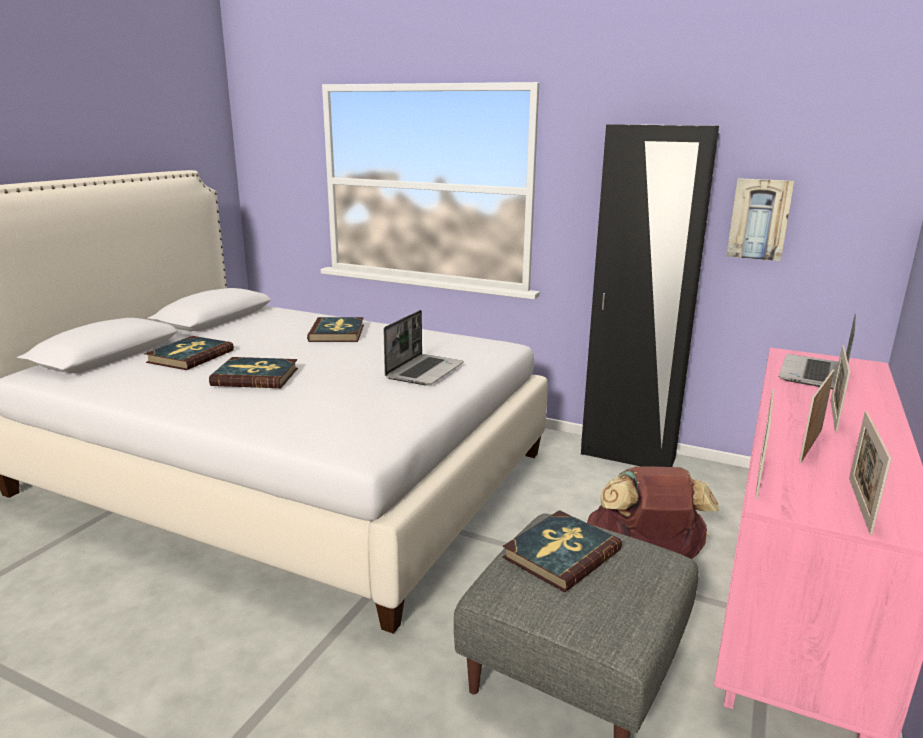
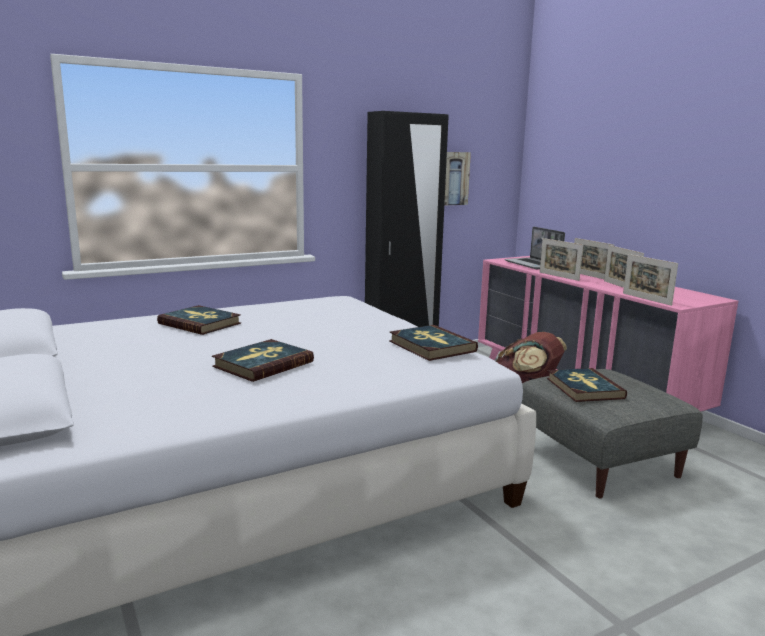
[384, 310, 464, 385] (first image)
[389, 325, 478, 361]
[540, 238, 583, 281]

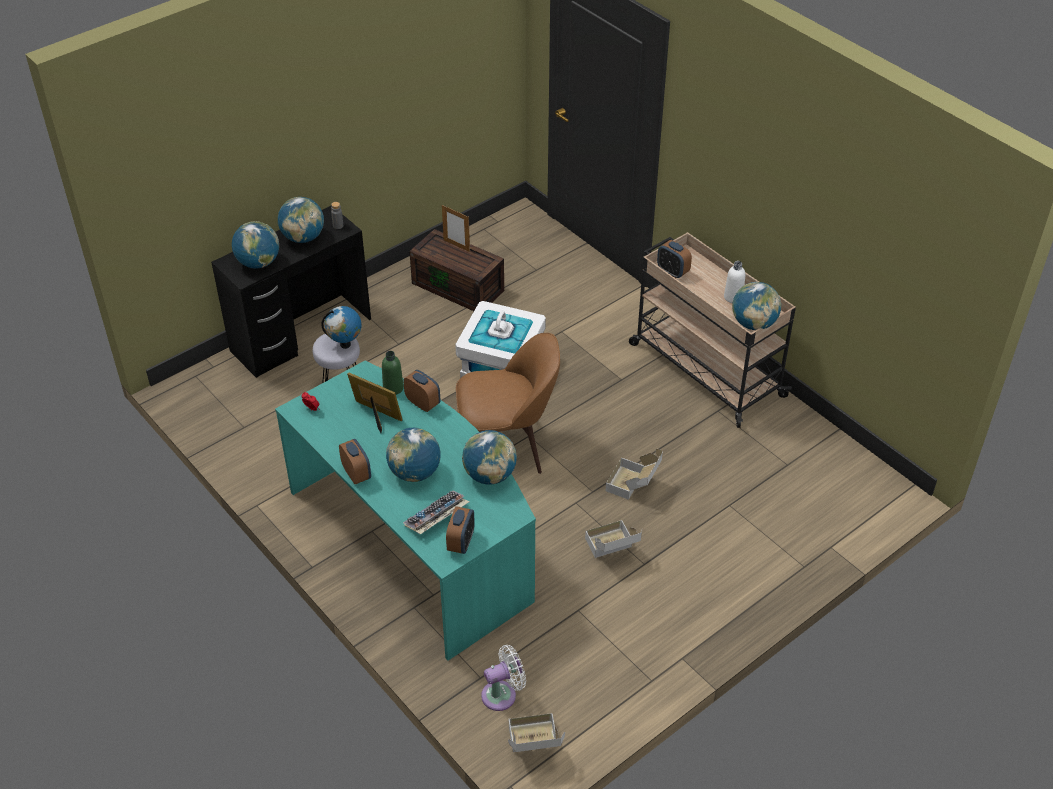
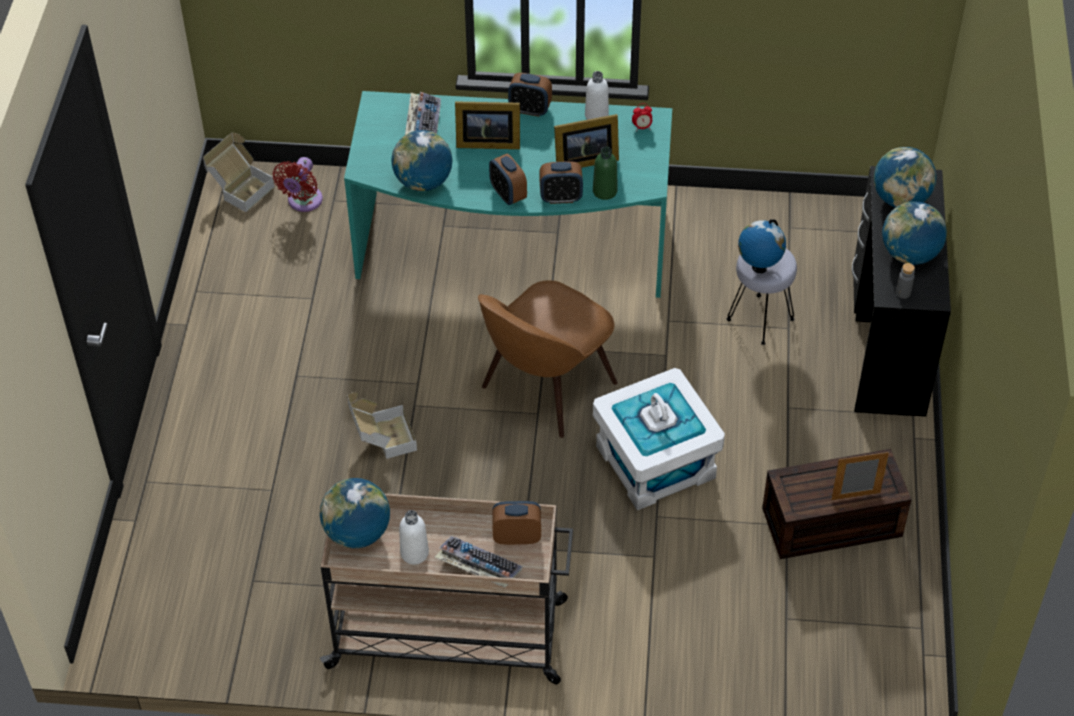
[585, 520, 642, 558] (first image)
[435, 536, 523, 587]
[585, 71, 609, 120]
[489, 154, 527, 205]
[455, 101, 520, 149]
[273, 157, 323, 212]

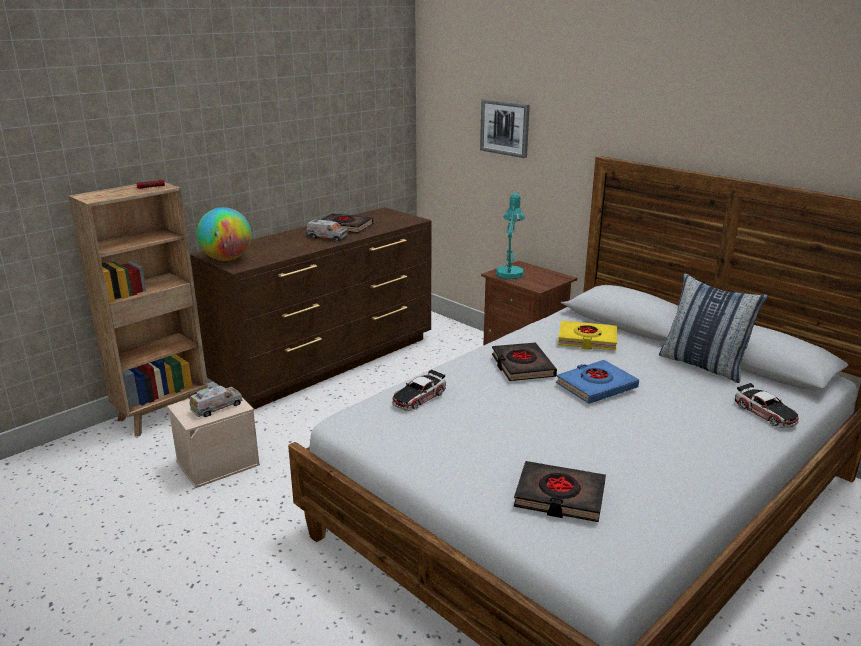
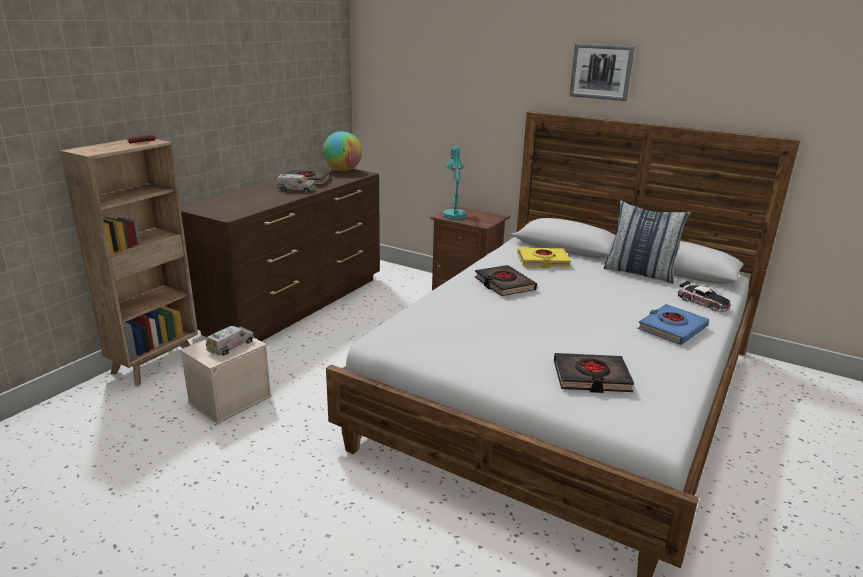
[392, 369, 446, 411] (first image)
[323, 131, 362, 171]
[569, 44, 634, 101]
[637, 304, 709, 345]

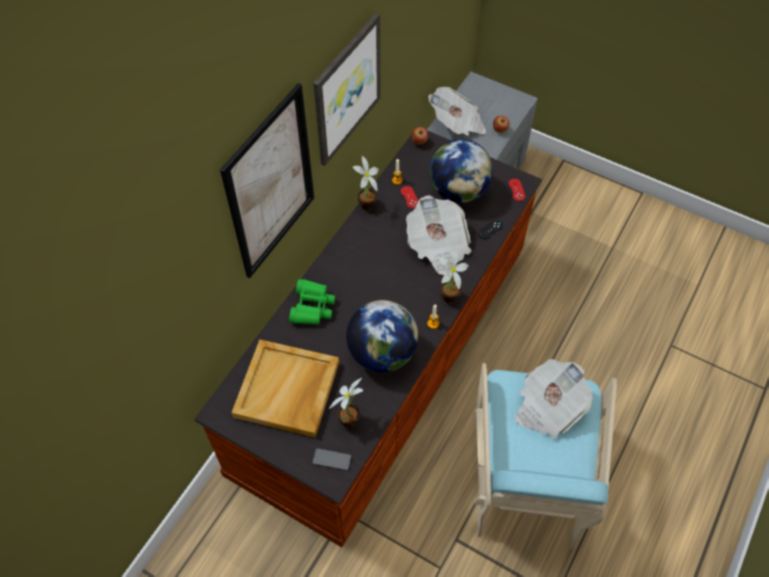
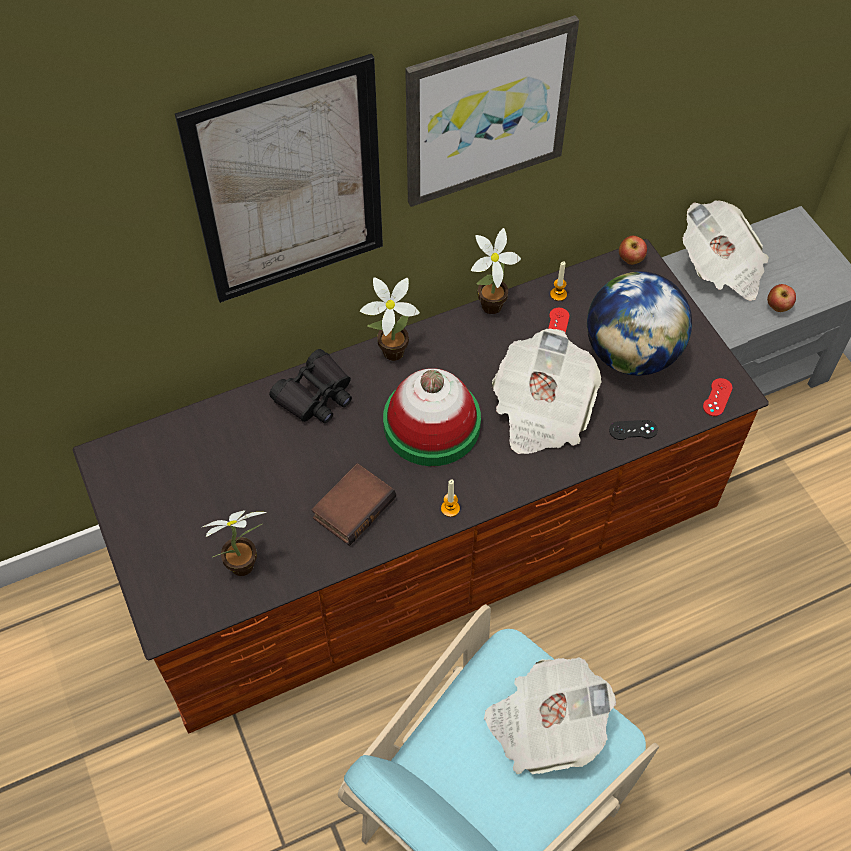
[231, 339, 339, 437] (first image)
[312, 448, 352, 471] (first image)
[383, 368, 481, 466]
[360, 278, 420, 361]
[312, 463, 396, 546]
[269, 349, 352, 423]

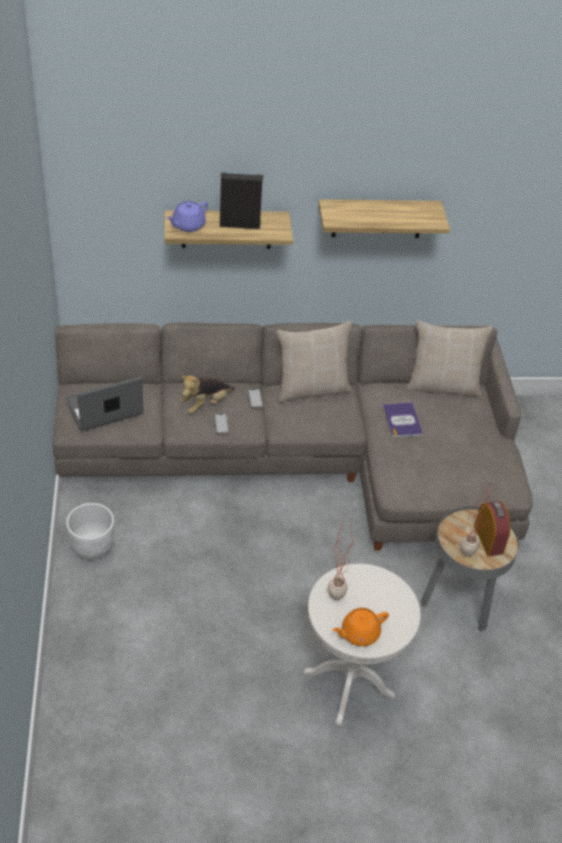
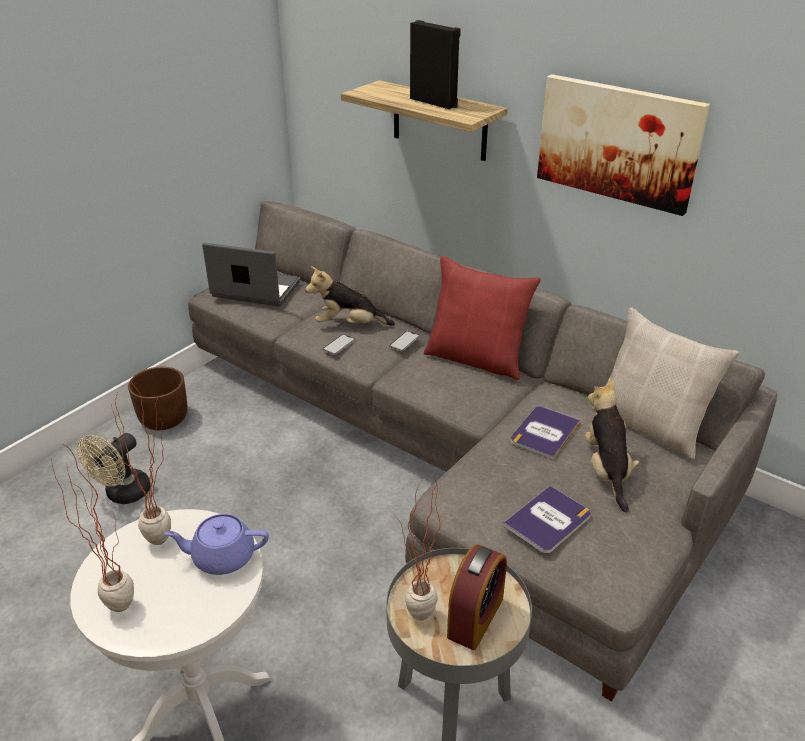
[77, 433, 150, 504]
[503, 486, 591, 554]
[585, 378, 639, 512]
[164, 514, 269, 575]
[537, 74, 710, 216]
[52, 444, 134, 612]
[128, 367, 187, 430]
[424, 256, 541, 380]

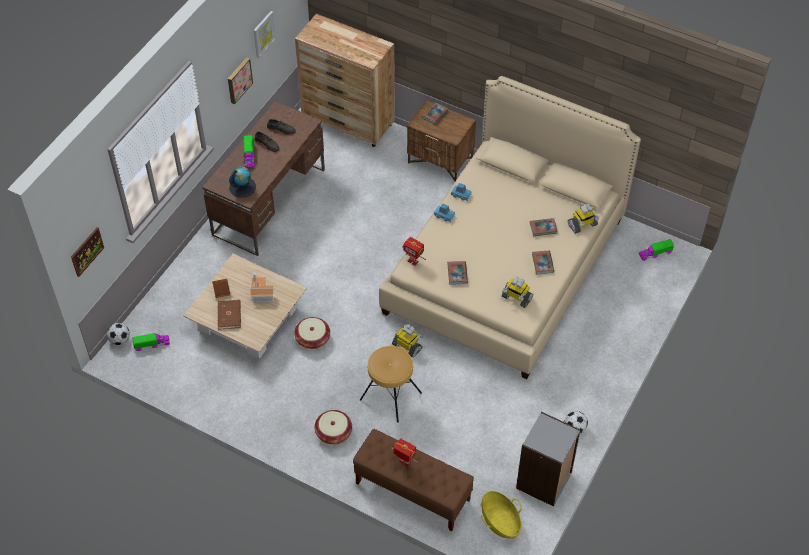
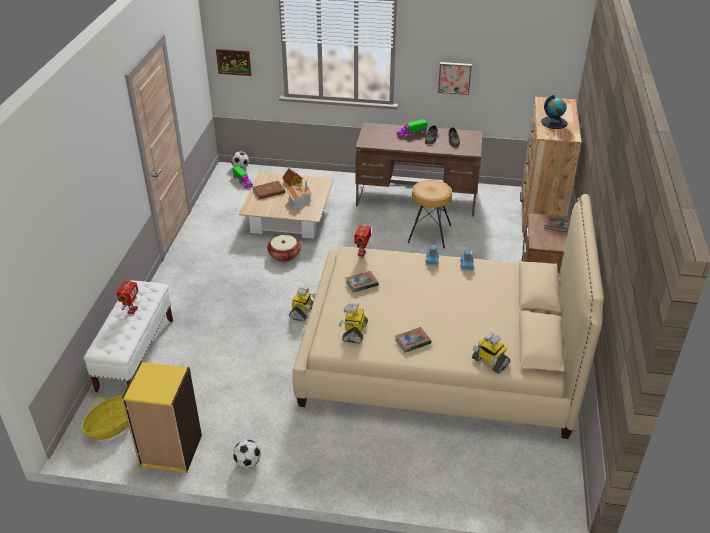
[254, 11, 276, 58] (first image)
[315, 410, 352, 444] (first image)
[530, 218, 558, 236] (first image)
[639, 239, 674, 261] (first image)
[541, 95, 568, 129]
[407, 180, 452, 249]
[83, 281, 173, 392]
[121, 362, 202, 473]

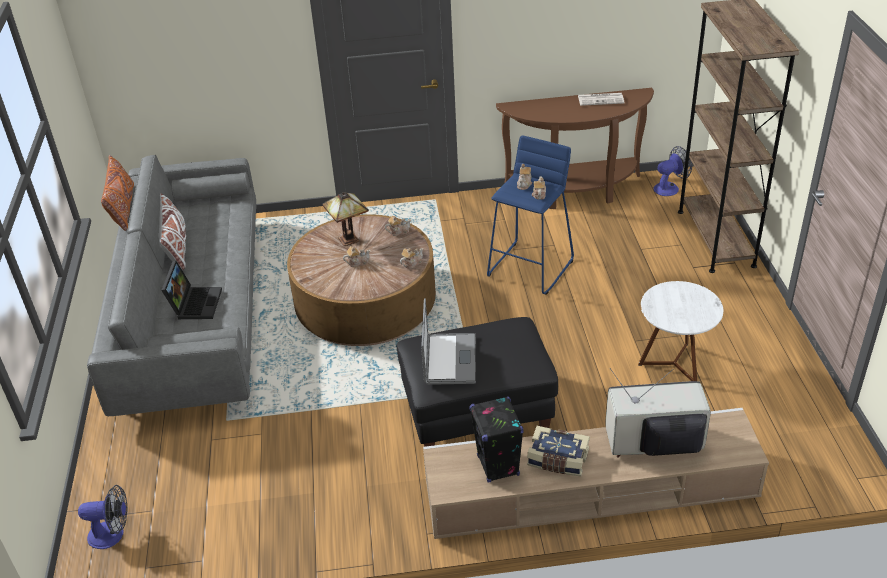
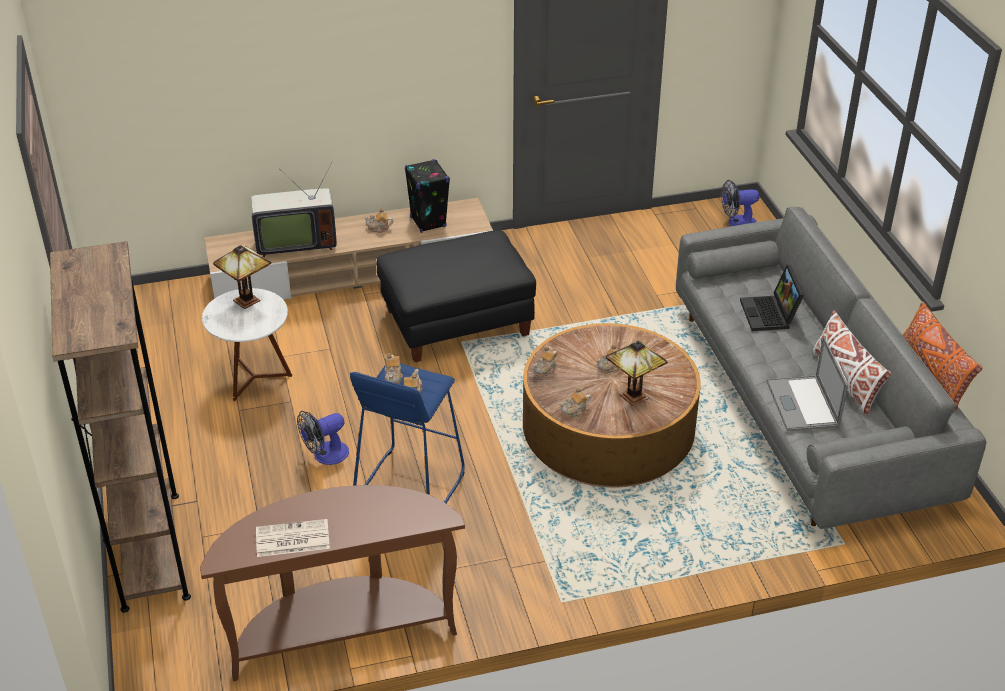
[213, 245, 271, 309]
[767, 337, 848, 431]
[297, 411, 349, 465]
[364, 208, 393, 233]

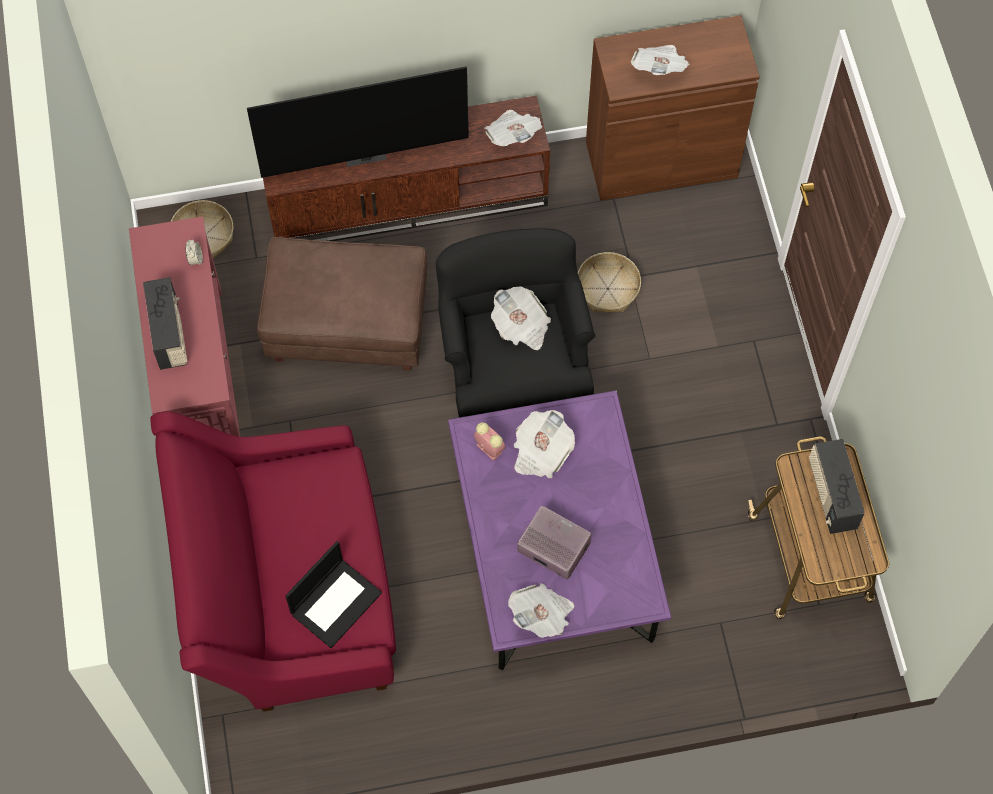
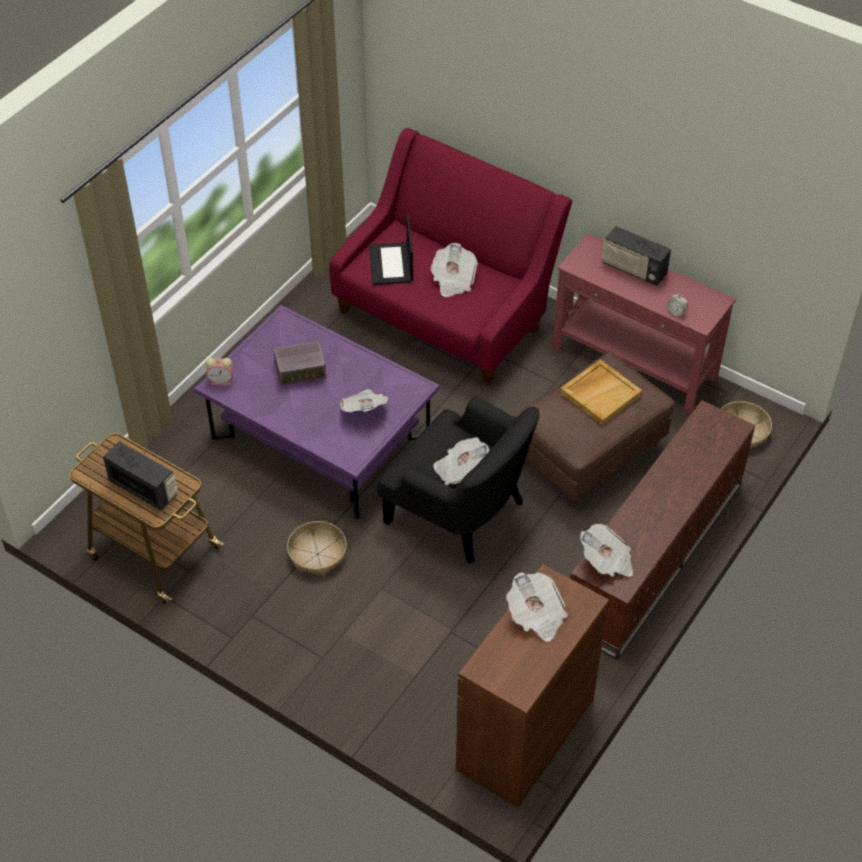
[247, 66, 469, 178] (first image)
[560, 360, 642, 425]
[206, 358, 233, 385]
[430, 243, 478, 297]
[287, 521, 347, 576]

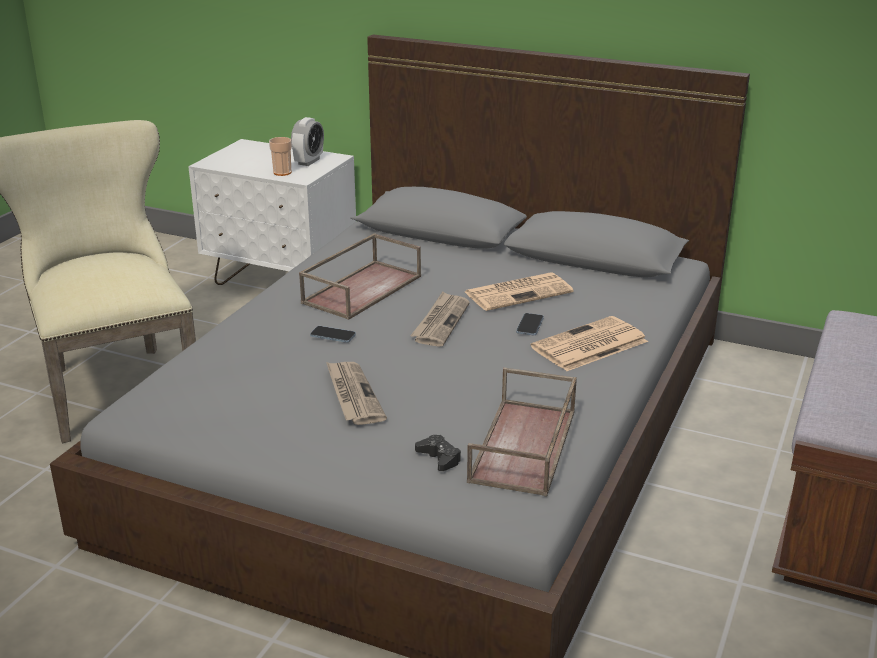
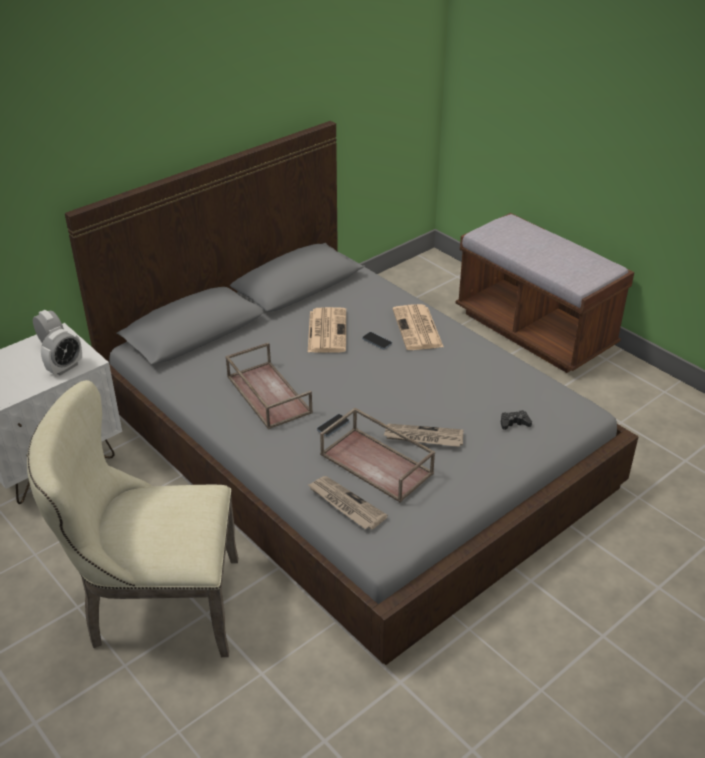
[307, 476, 388, 530]
[320, 407, 435, 503]
[41, 329, 82, 375]

